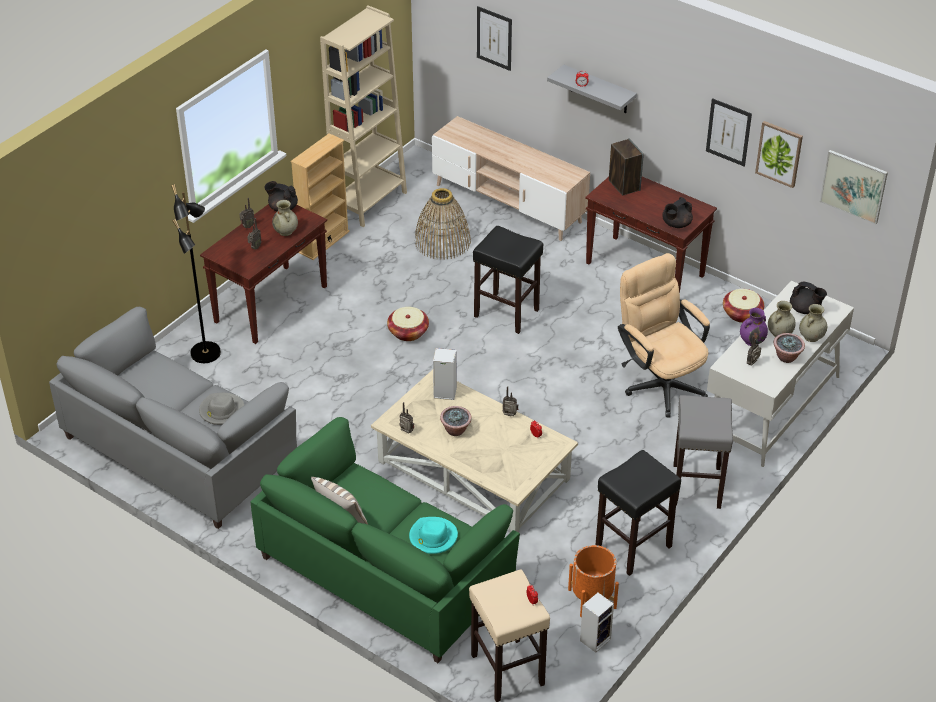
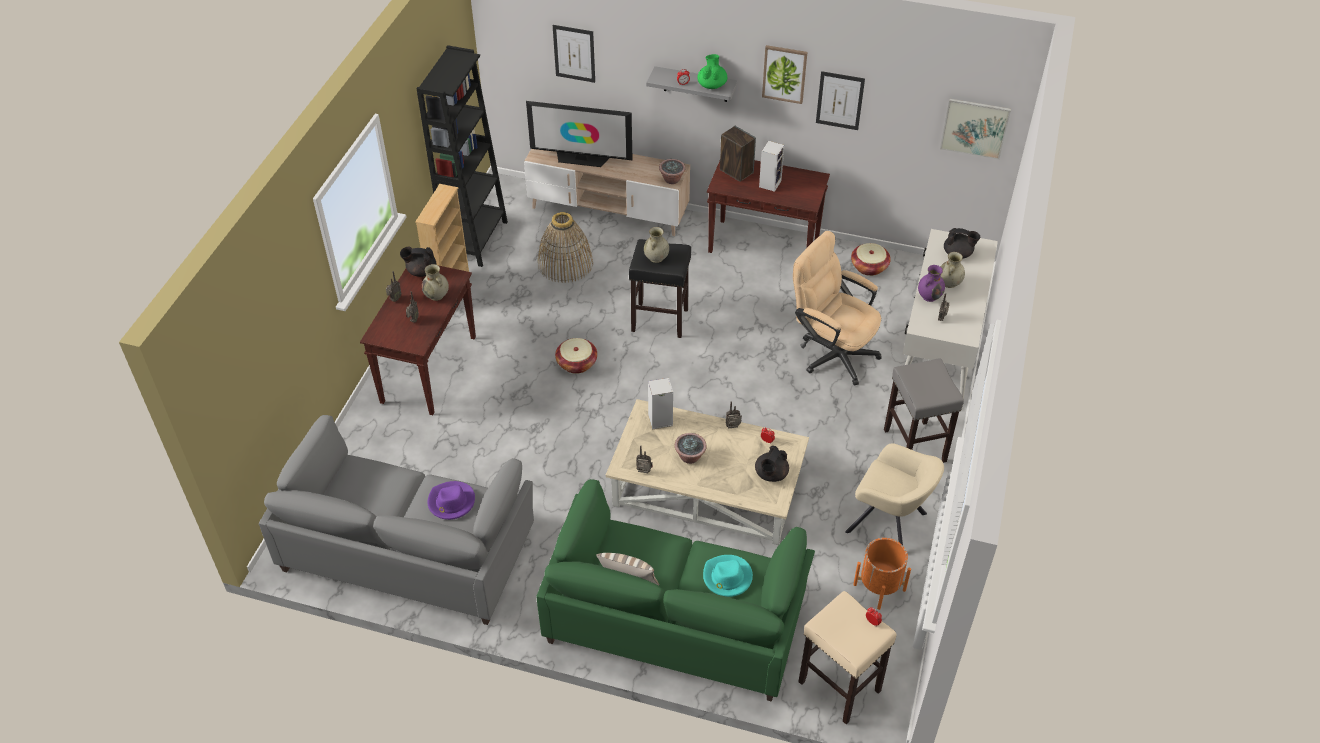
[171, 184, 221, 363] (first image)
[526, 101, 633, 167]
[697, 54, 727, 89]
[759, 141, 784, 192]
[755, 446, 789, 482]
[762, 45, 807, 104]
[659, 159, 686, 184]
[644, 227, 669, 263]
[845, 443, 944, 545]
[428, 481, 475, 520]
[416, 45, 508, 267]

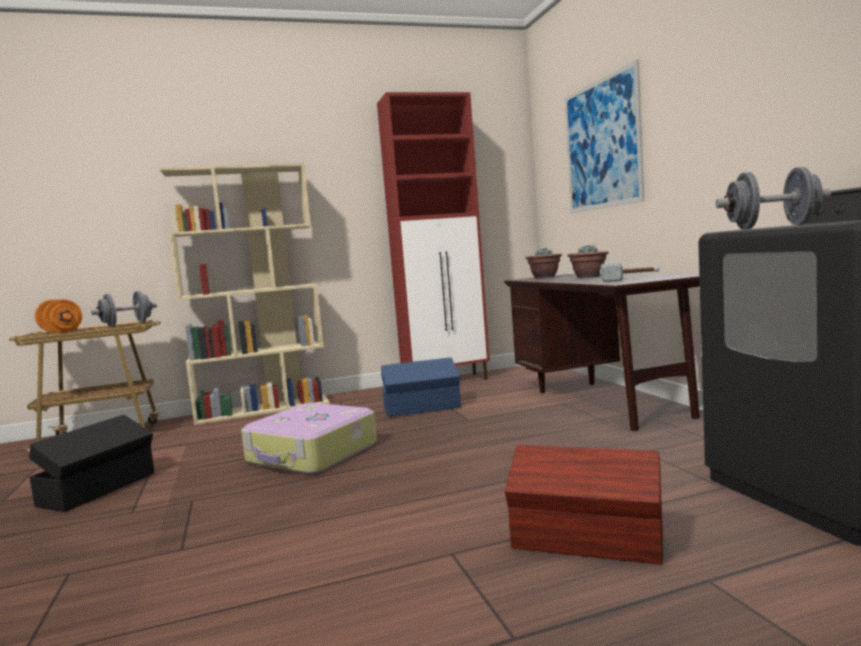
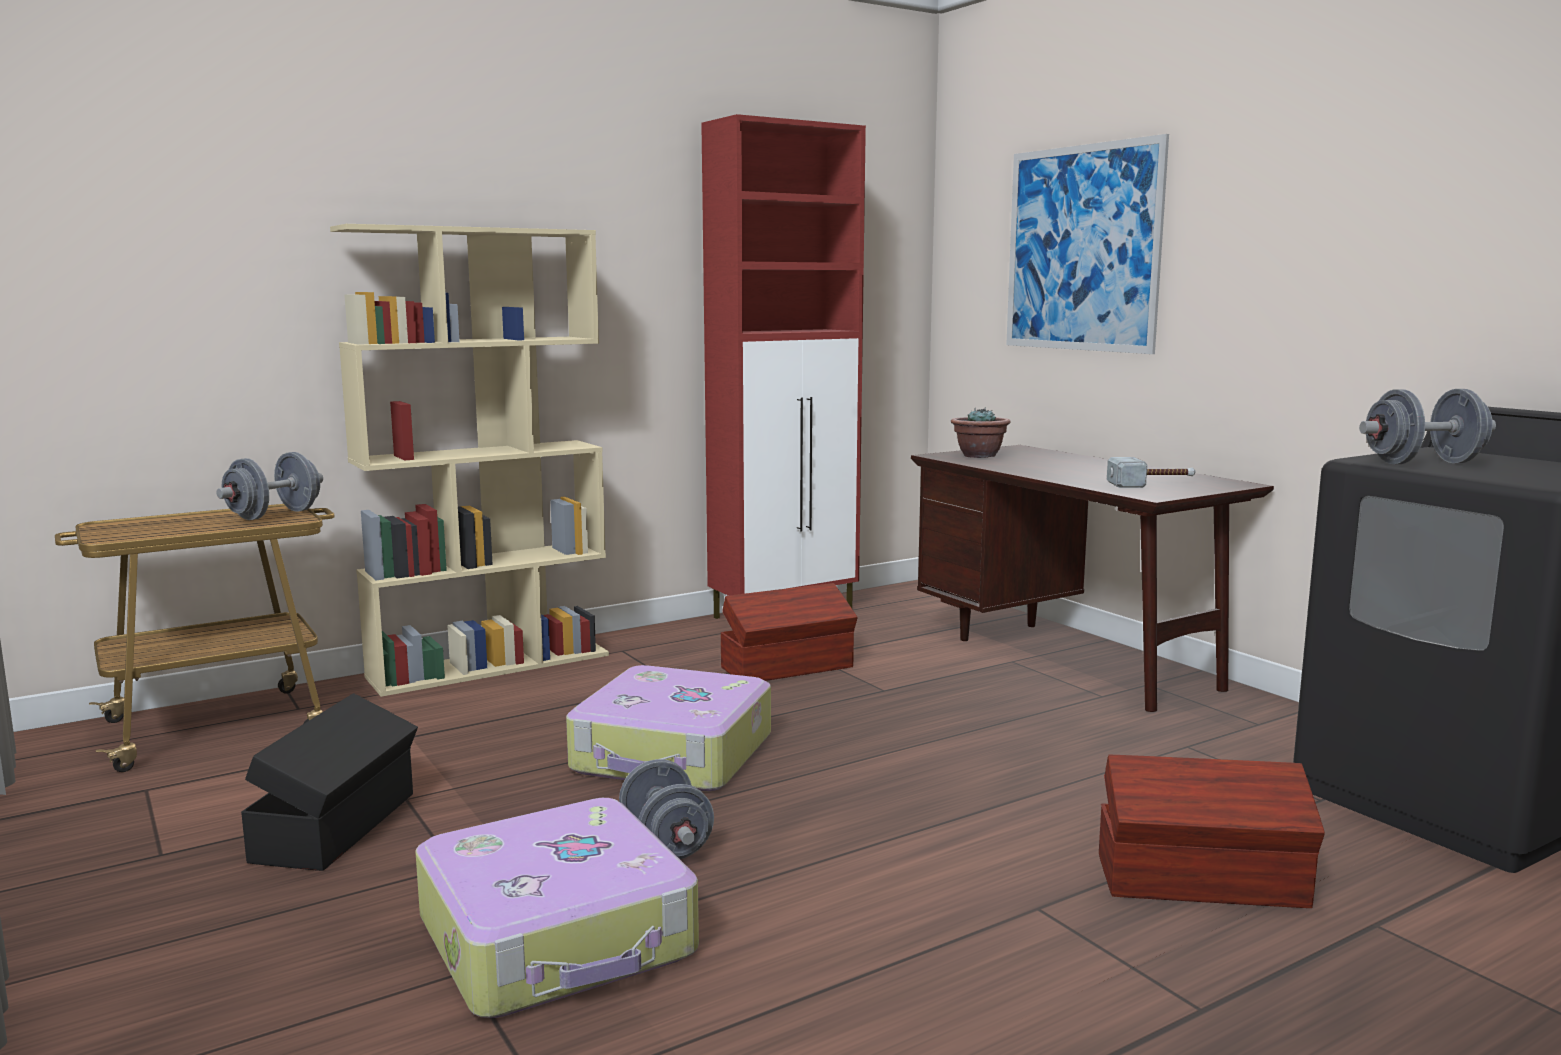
[35, 299, 82, 333] (first image)
[567, 245, 608, 278] (first image)
[415, 798, 699, 1018]
[619, 759, 714, 859]
[720, 583, 858, 681]

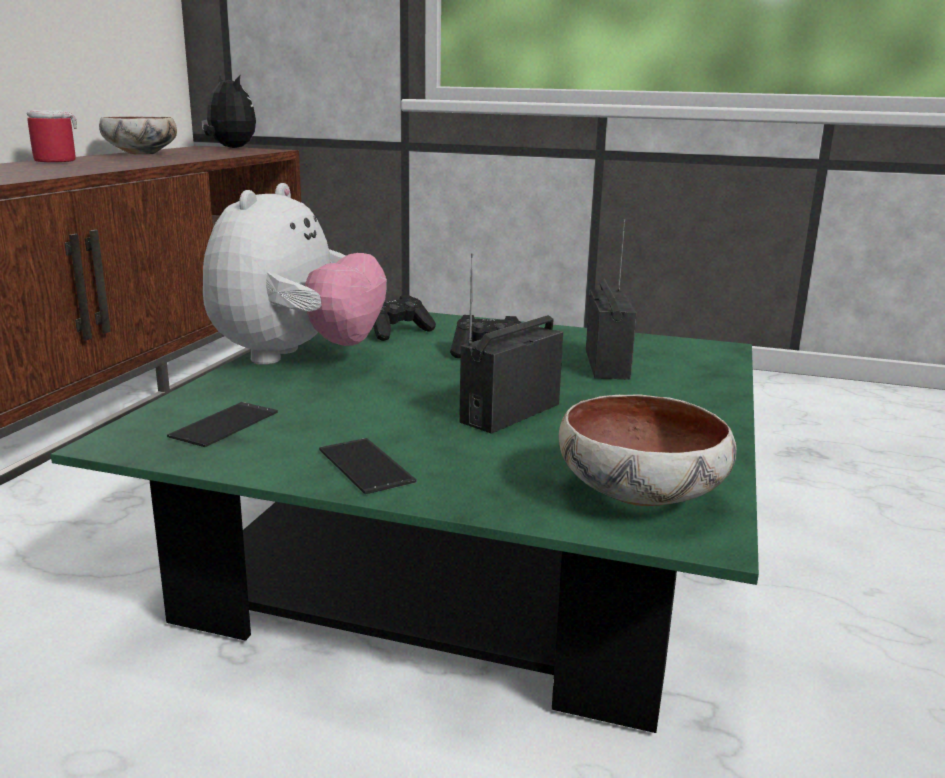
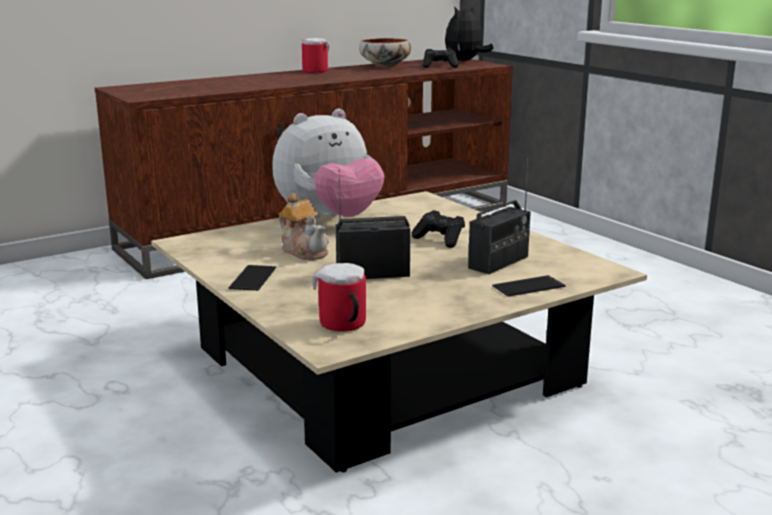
[279, 193, 329, 260]
[492, 275, 566, 297]
[423, 49, 459, 68]
[312, 263, 366, 332]
[151, 191, 647, 473]
[445, 5, 494, 61]

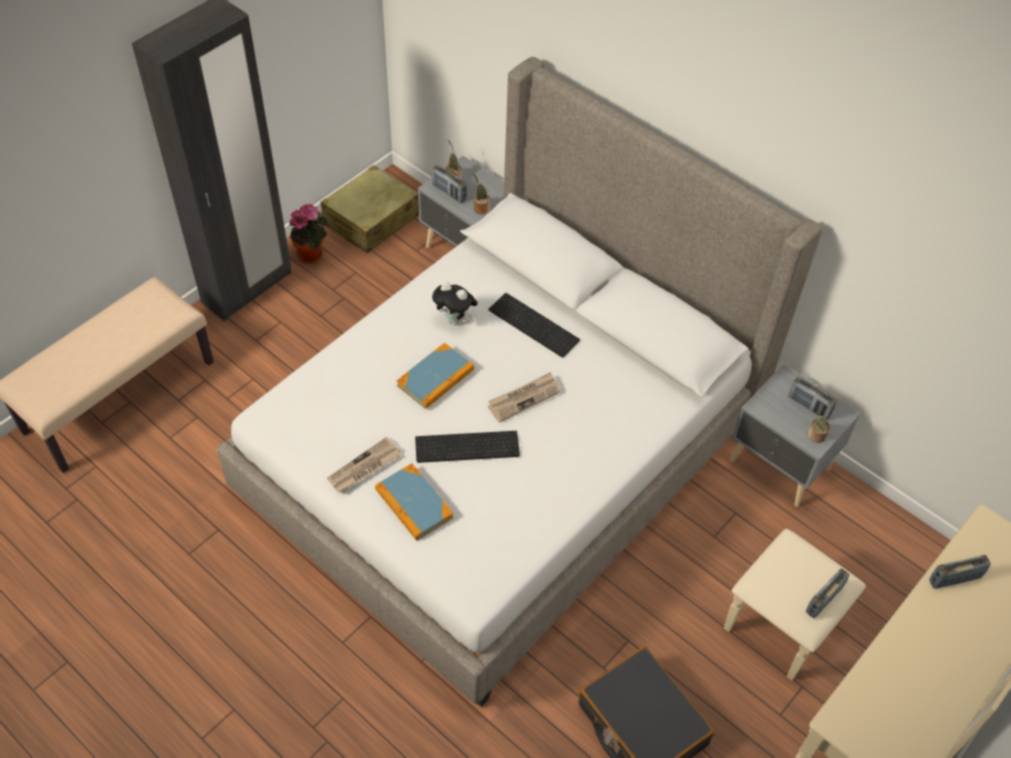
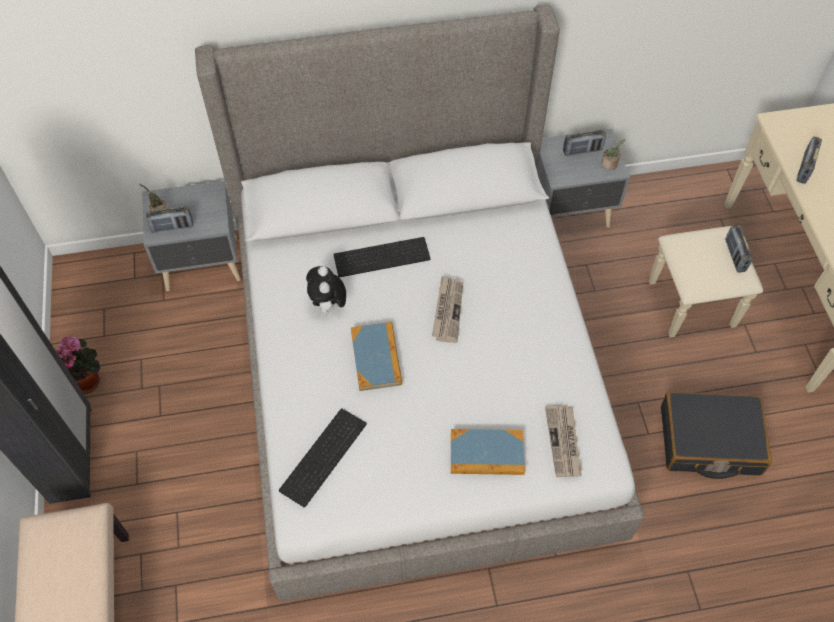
[321, 165, 419, 254] (first image)
[472, 173, 490, 214] (first image)
[545, 404, 582, 477]
[279, 408, 367, 507]
[306, 266, 346, 316]

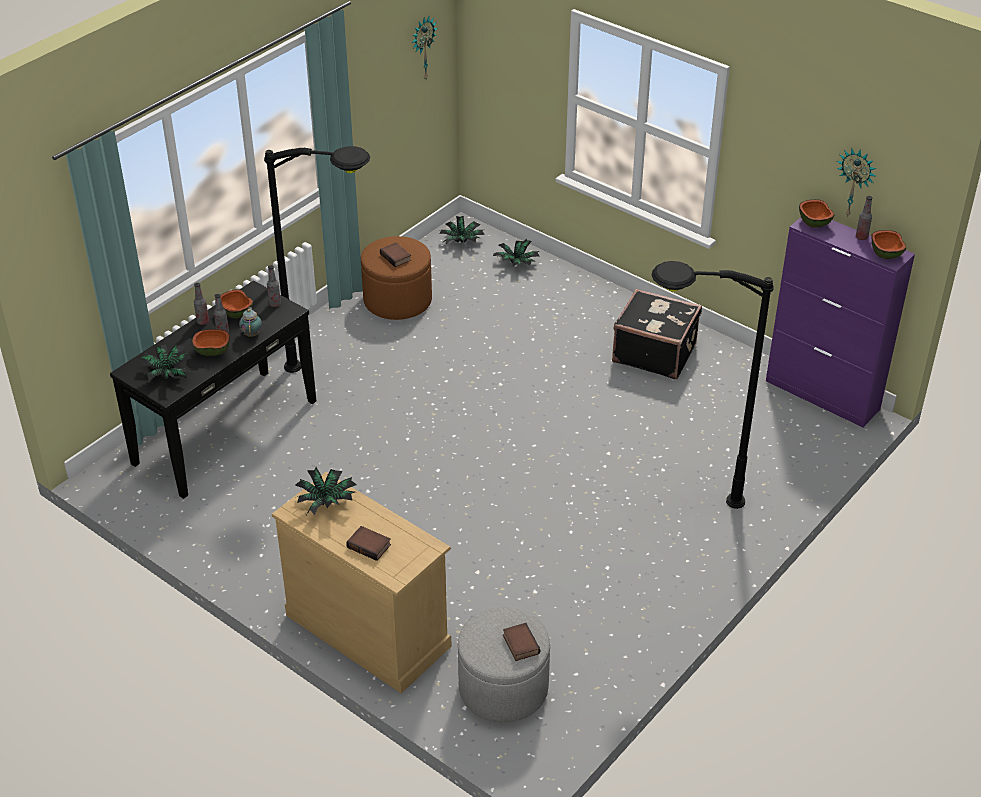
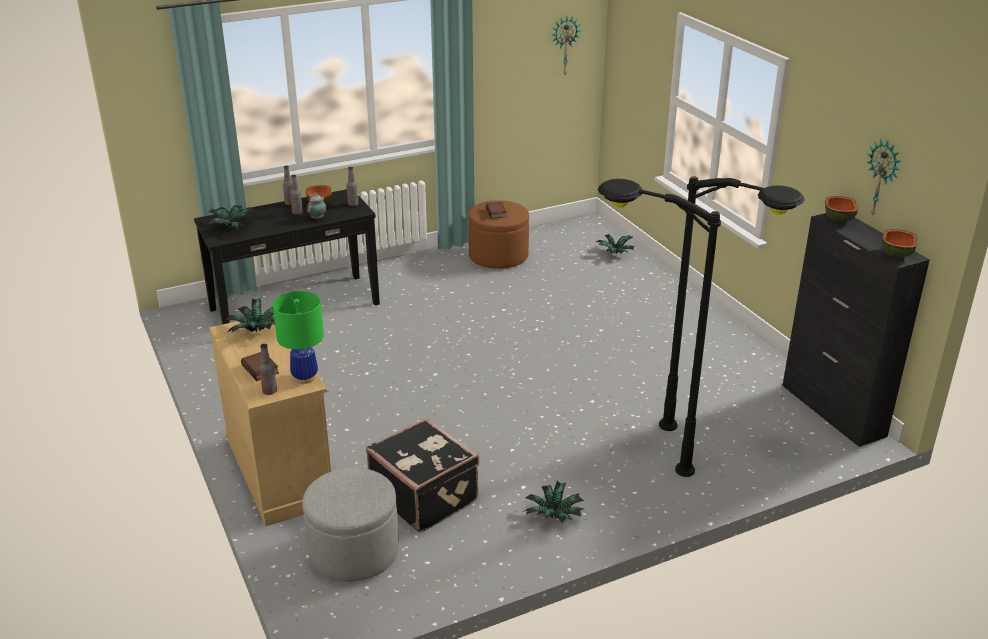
[192, 329, 230, 356] (first image)
[503, 623, 540, 661] (first image)
[273, 291, 324, 384]
[659, 176, 805, 431]
[523, 481, 584, 523]
[366, 418, 480, 533]
[259, 344, 277, 395]
[782, 213, 930, 447]

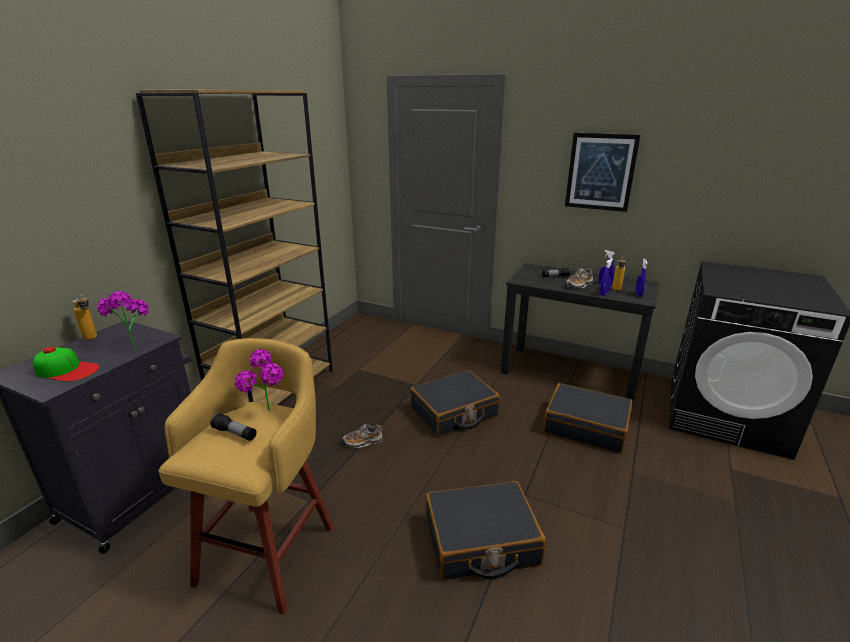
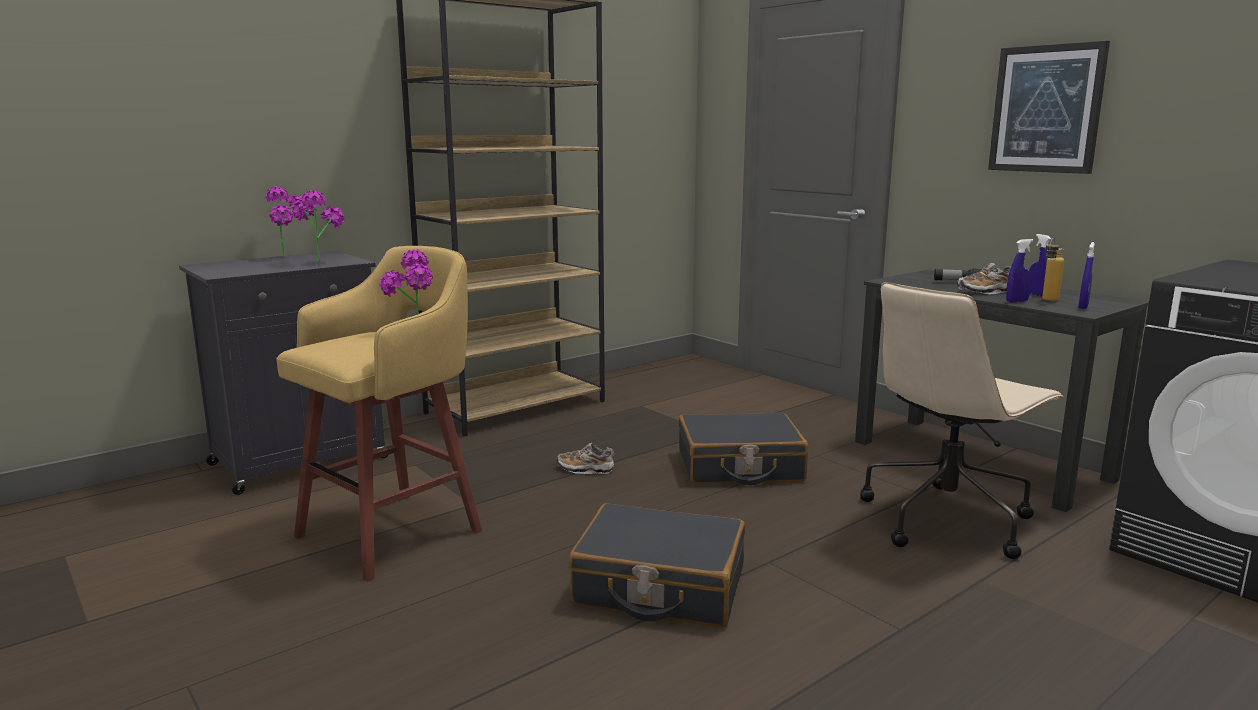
[32, 347, 99, 382] (first image)
[210, 413, 257, 441] (first image)
[266, 186, 308, 257]
[860, 282, 1064, 559]

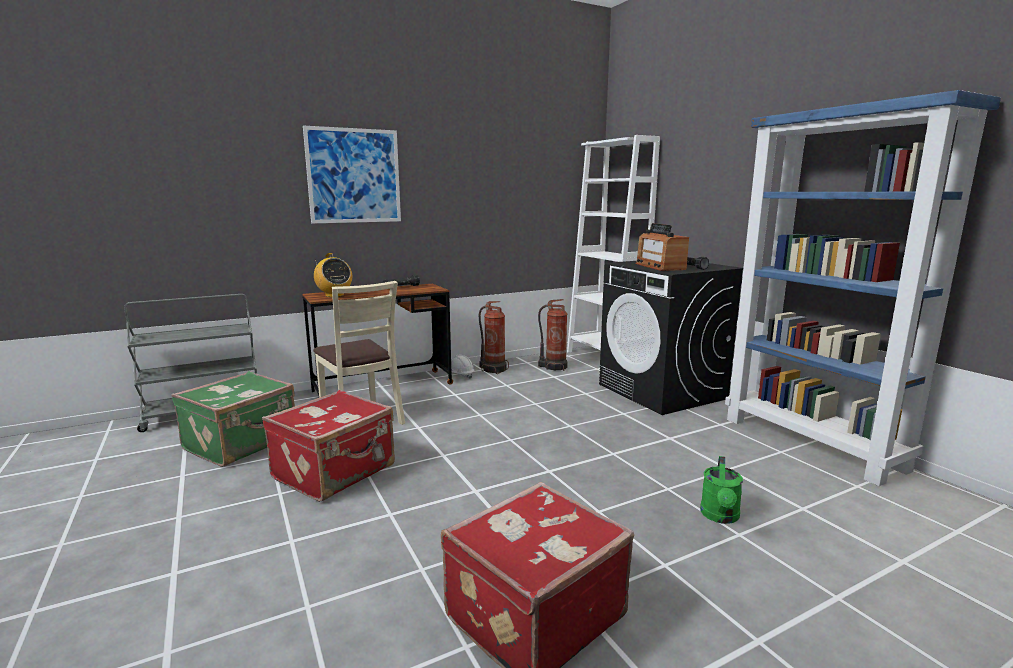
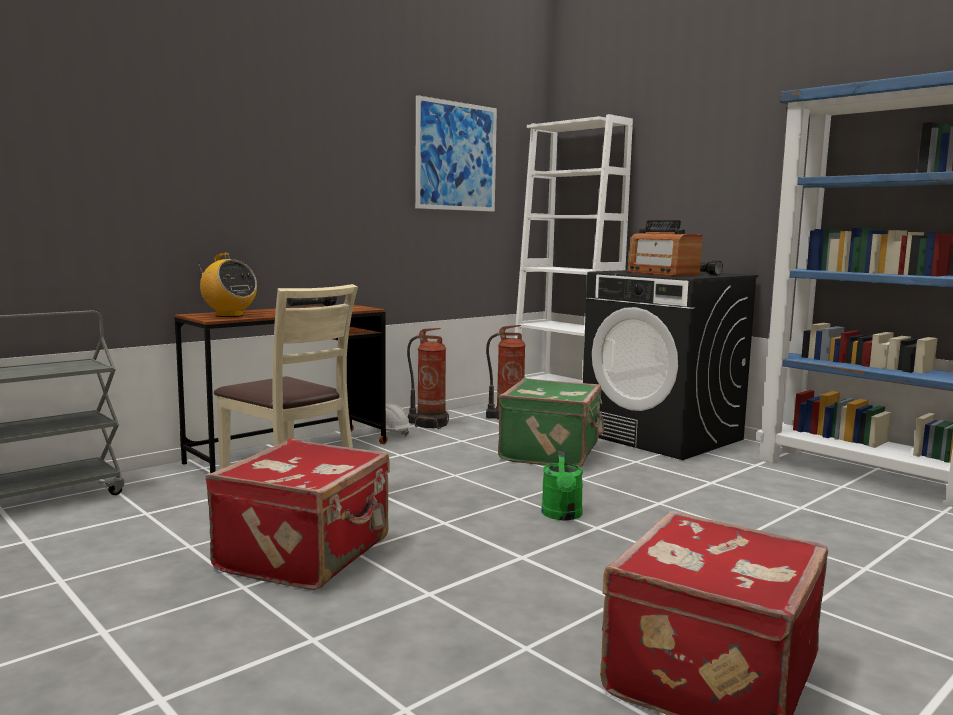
[498, 378, 604, 467]
[415, 95, 497, 211]
[541, 451, 583, 520]

